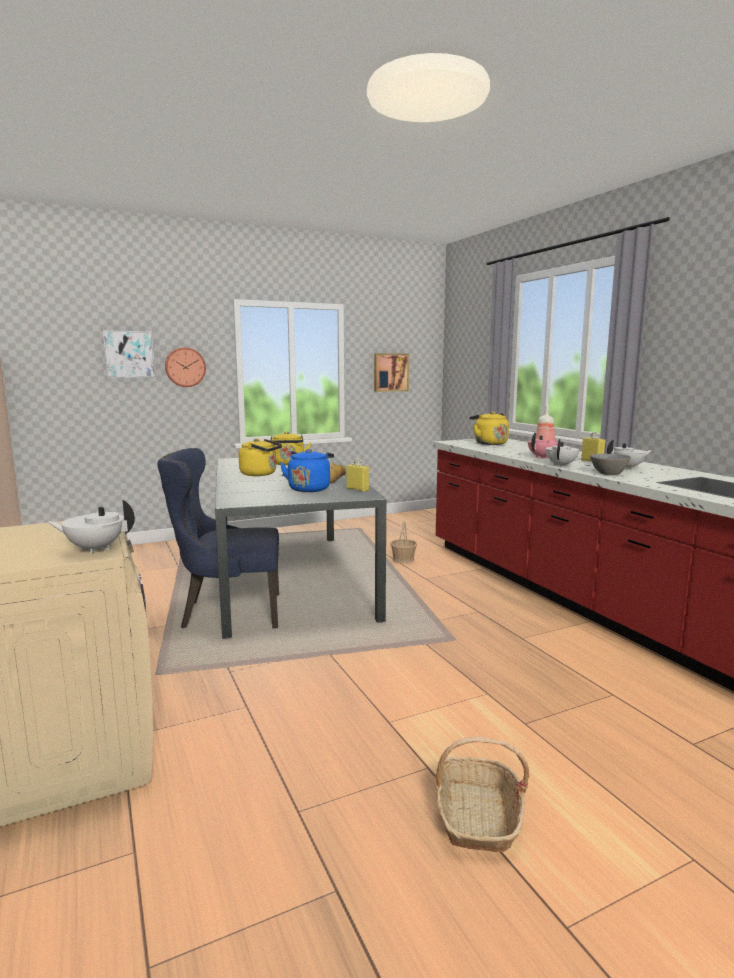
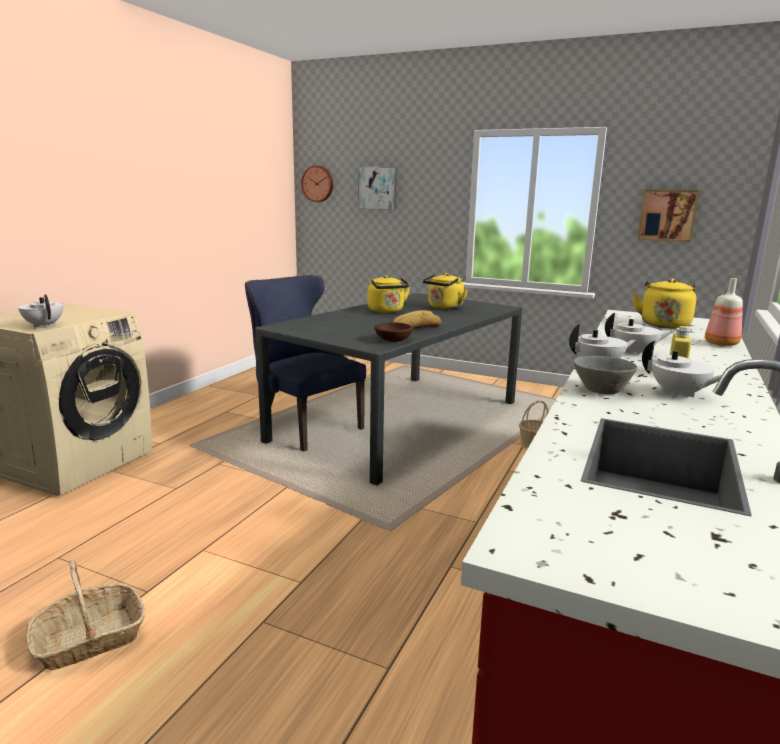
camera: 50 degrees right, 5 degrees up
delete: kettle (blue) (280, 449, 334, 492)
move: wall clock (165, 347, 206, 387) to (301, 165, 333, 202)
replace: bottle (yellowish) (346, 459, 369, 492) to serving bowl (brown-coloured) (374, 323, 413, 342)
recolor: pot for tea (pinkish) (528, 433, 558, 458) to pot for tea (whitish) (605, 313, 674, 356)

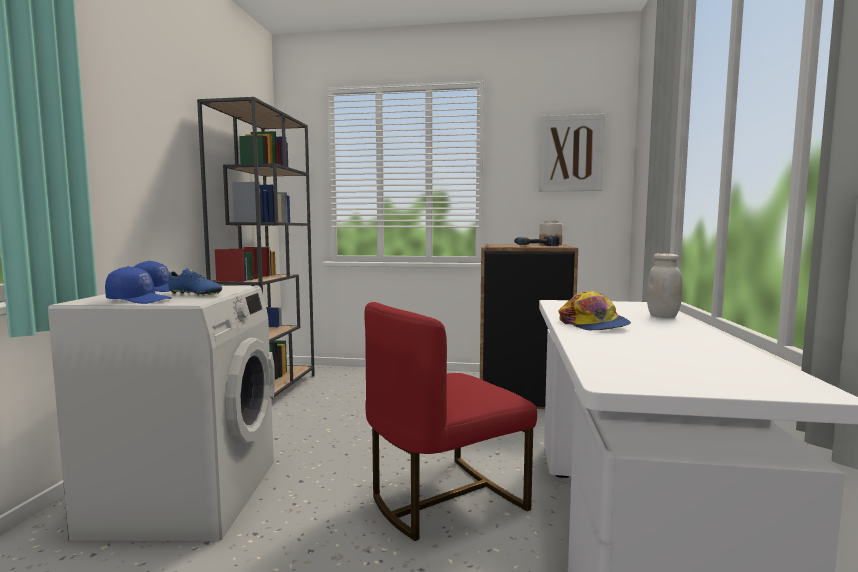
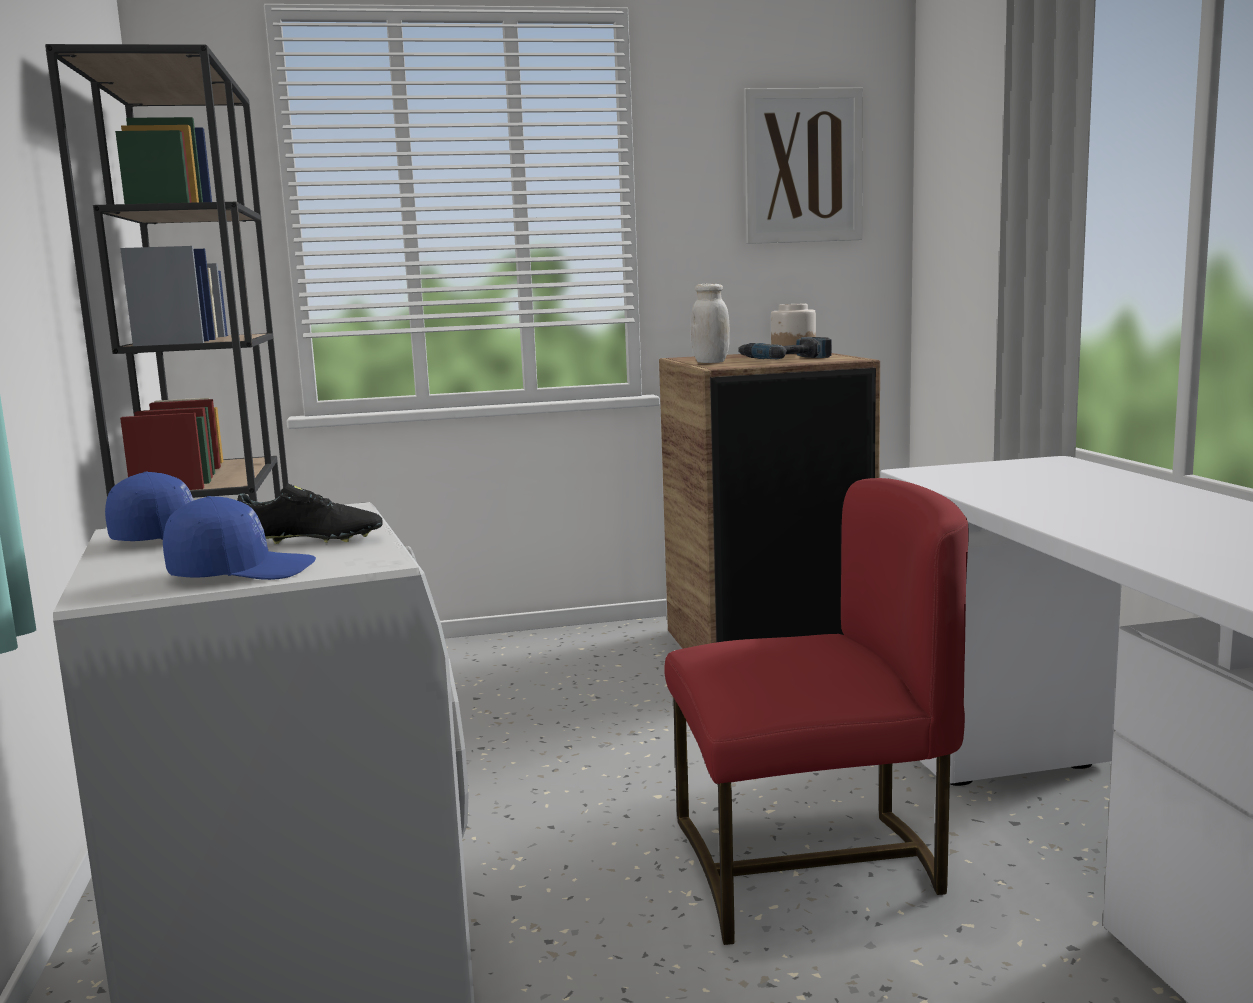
camera: 20 degrees left, 5 degrees up
delete: baseball cap (559, 291, 631, 330)
move: preserve jar (whitish) (647, 253, 682, 318) to (691, 284, 730, 363)
recolor: low shoe (blue) (168, 268, 222, 296) to low shoe (blackish) (237, 484, 383, 544)
rotate: chair (red) (364, 302, 537, 541) = (664, 478, 969, 945) 135 degrees counterclockwise

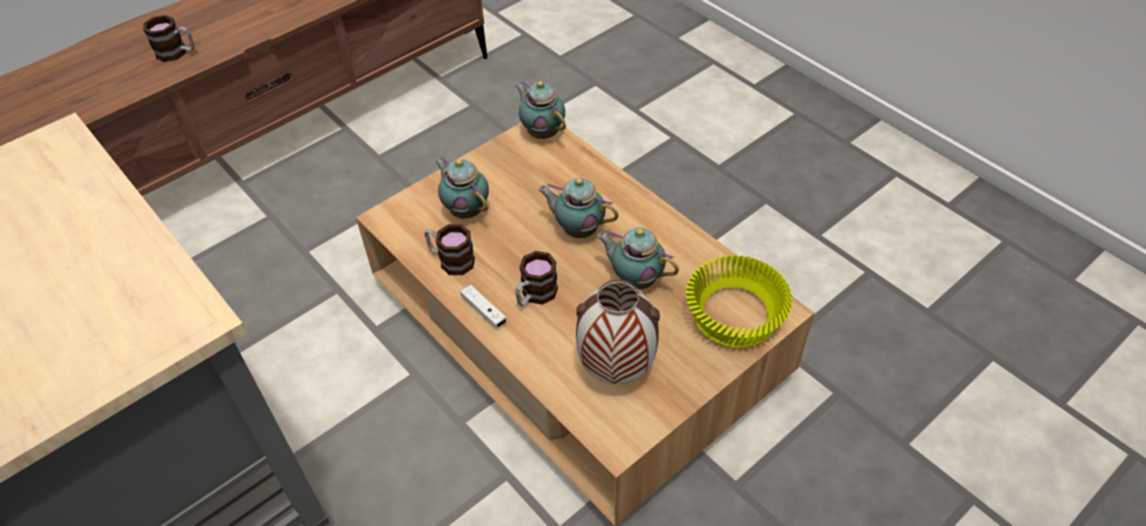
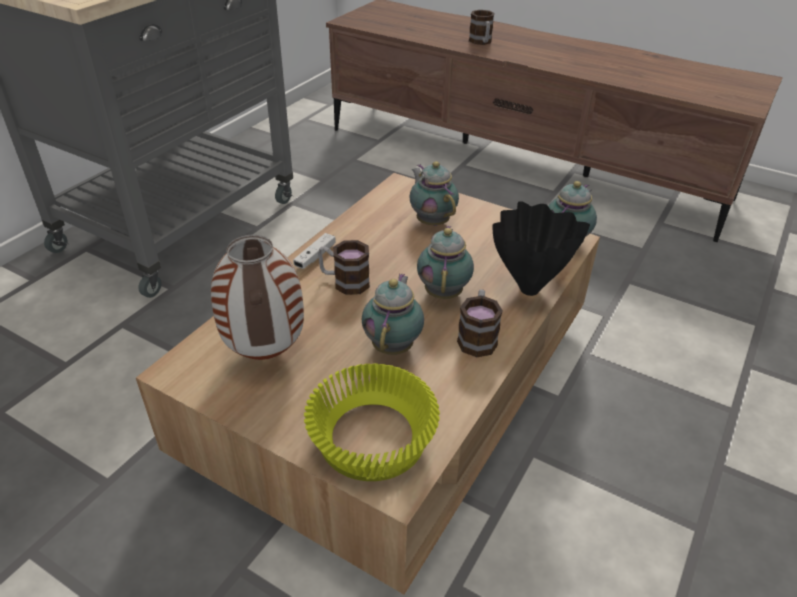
camera: 70 degrees right, 10 degrees down
insert: flower vase (blackish) (493, 201, 590, 296)
move: mug (424, 224, 475, 275) to (457, 289, 503, 357)
rotate: pot for tea (435, 156, 489, 219) = (410, 161, 459, 226) 60 degrees counterclockwise

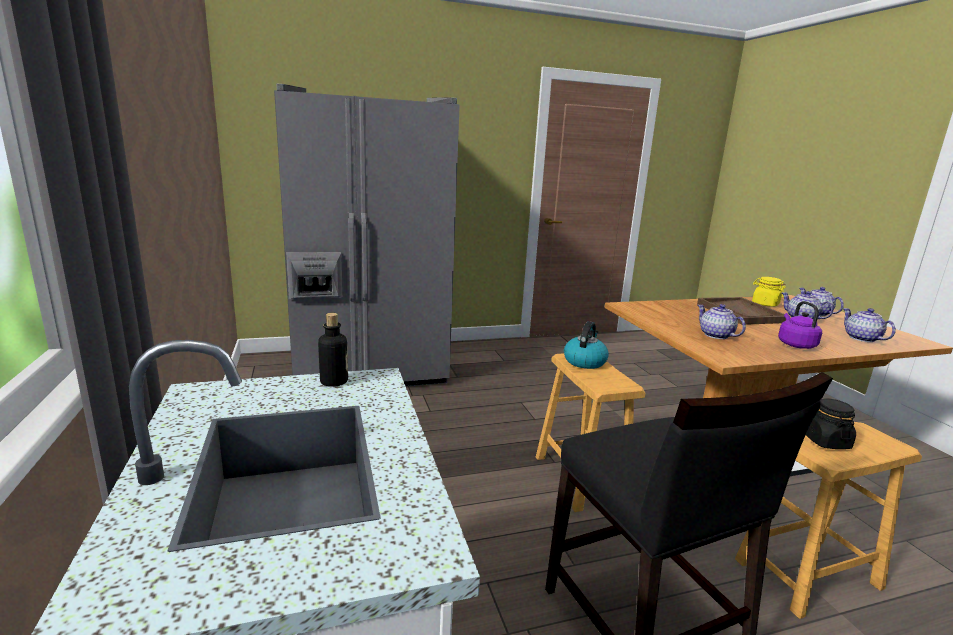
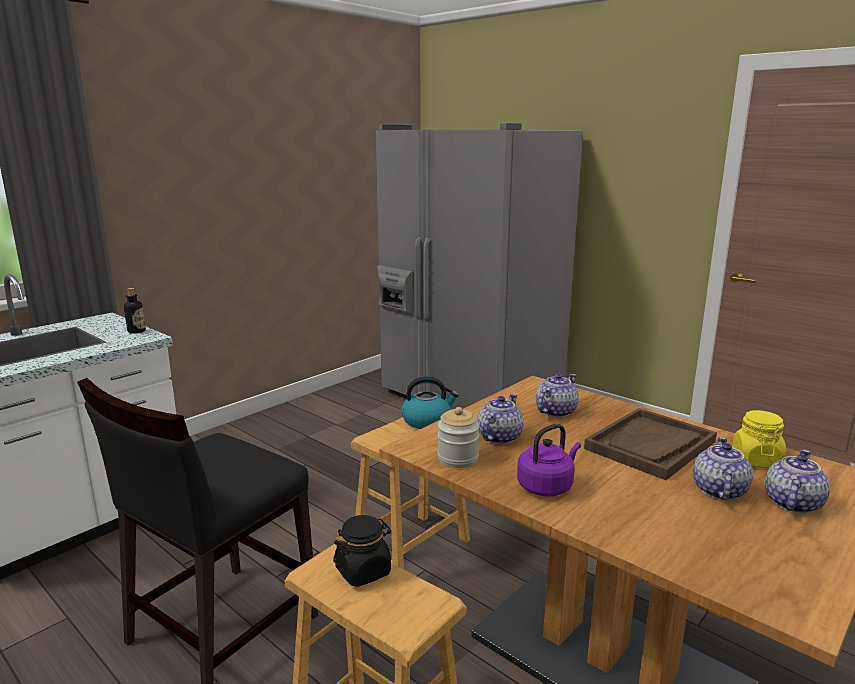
camera: 60 degrees right, 0 degrees up
insert: preserve jar (438, 407, 480, 468)
move: pot for tea (843, 308, 896, 342) to (536, 374, 579, 418)

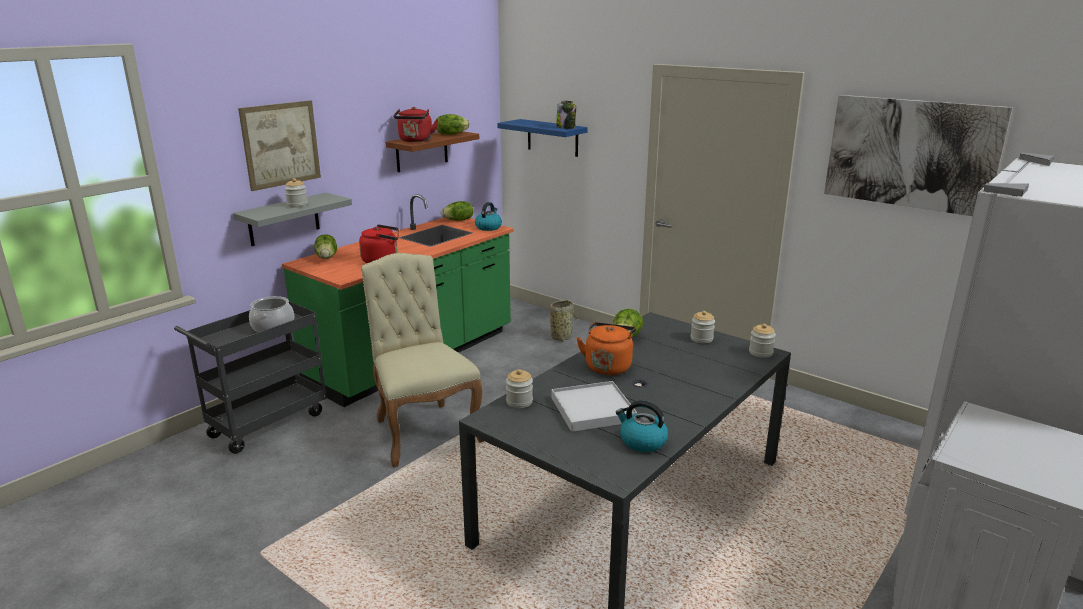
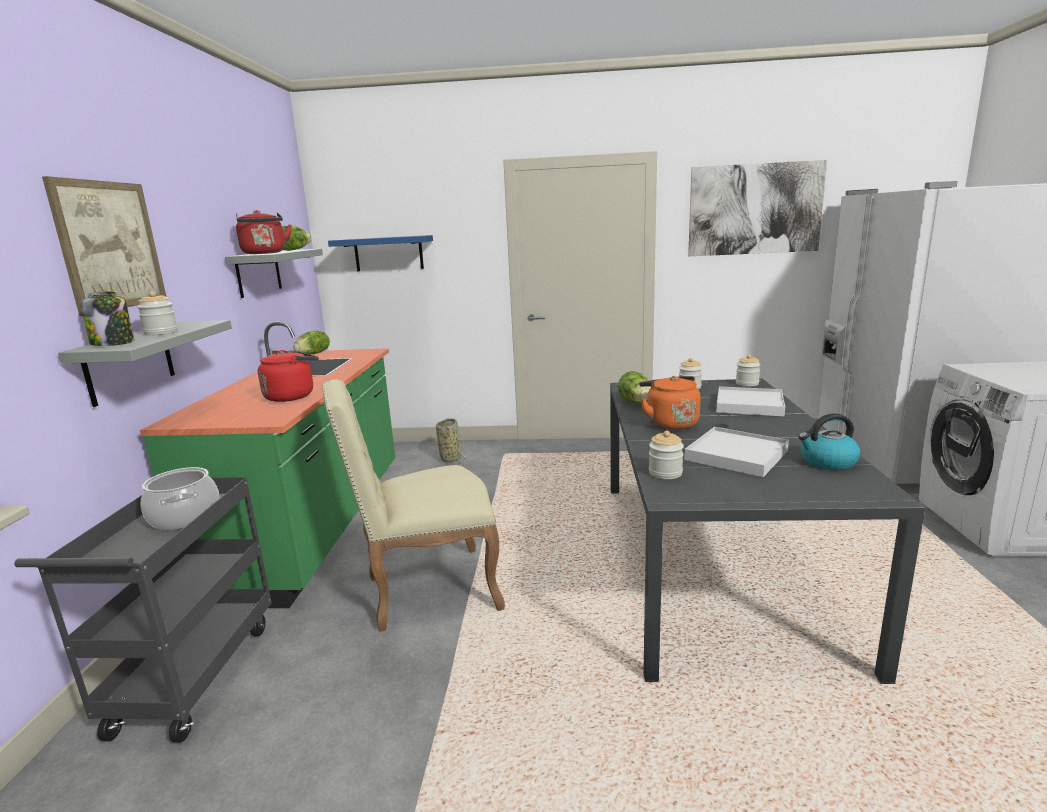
camera: 35 degrees left, 5 degrees down
delete: kettle (475, 202, 502, 231); lettuce (314, 234, 337, 259)
insert: serving tray (whitish) (716, 386, 785, 416)
move: preserve jar (556, 101, 576, 129) to (81, 291, 134, 346)
recolor: shelf (brown-coloured) (386, 131, 479, 172) to shelf (gray) (225, 249, 323, 298)
rotate: chair (sand-coloured) (361, 253, 484, 468) = (322, 379, 505, 632) 45 degrees counterclockwise

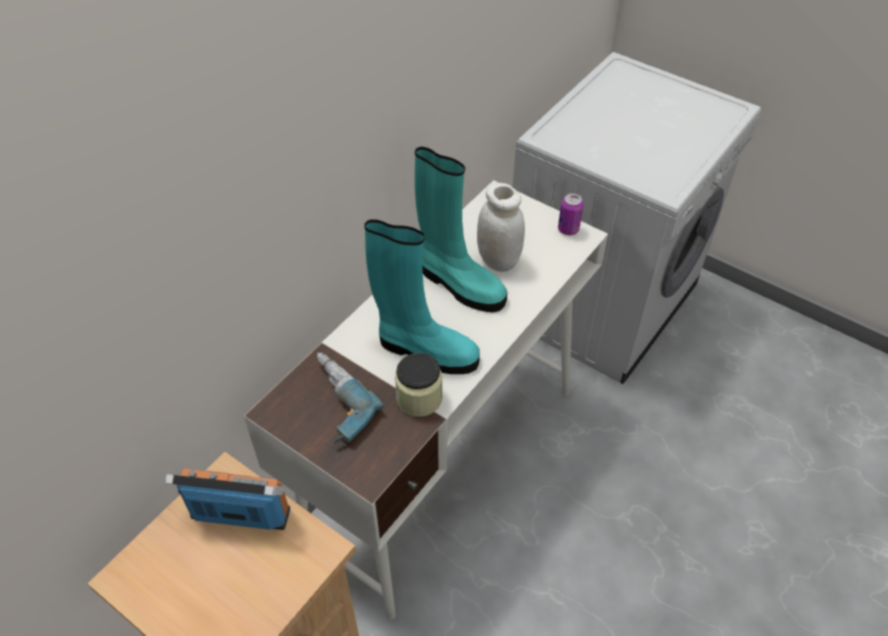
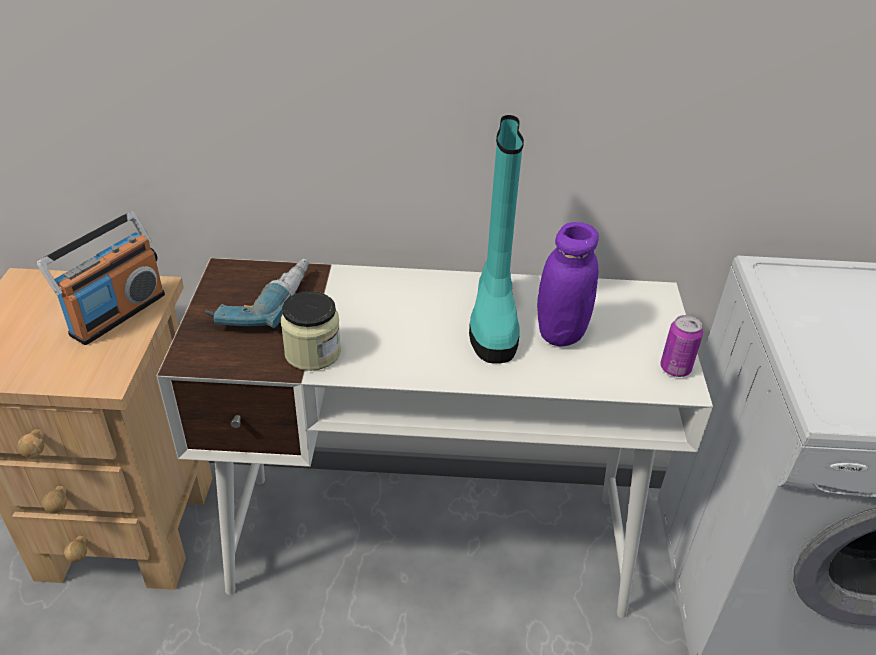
camera: 55 degrees right, 10 degrees down
delete: high-top boot (turquoise-coloured) (364, 219, 480, 374)
recolor: preserve jar (whitish) (477, 183, 525, 272) to preserve jar (purplish) (537, 222, 599, 346)
rotate: radio set (165, 468, 290, 530) = (37, 211, 165, 345) 60 degrees clockwise

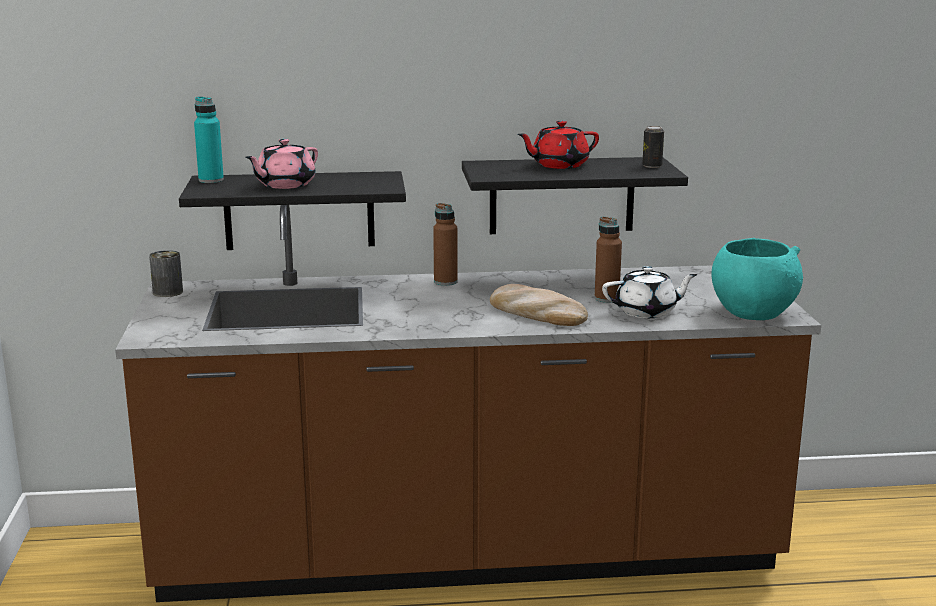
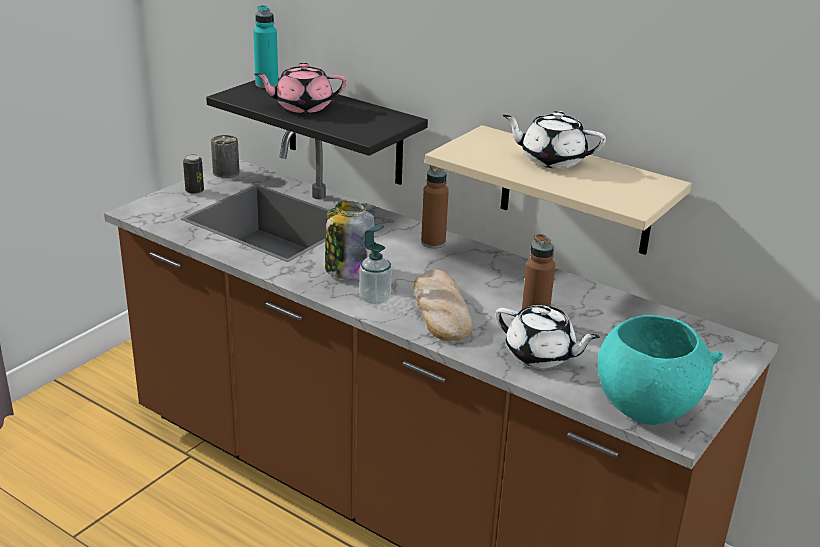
camera: 40 degrees right, 10 degrees up
insert: preserve jar (325, 201, 374, 280); soap bottle (359, 226, 392, 305)
move: sealed can (642, 126, 664, 168) to (183, 154, 204, 194)
recolor: pot for tea (red) (517, 121, 599, 169) to pot for tea (whitish) (503, 111, 606, 169); shelf (blackish) (462, 157, 688, 234) to shelf (sand-coloured) (425, 125, 692, 255)

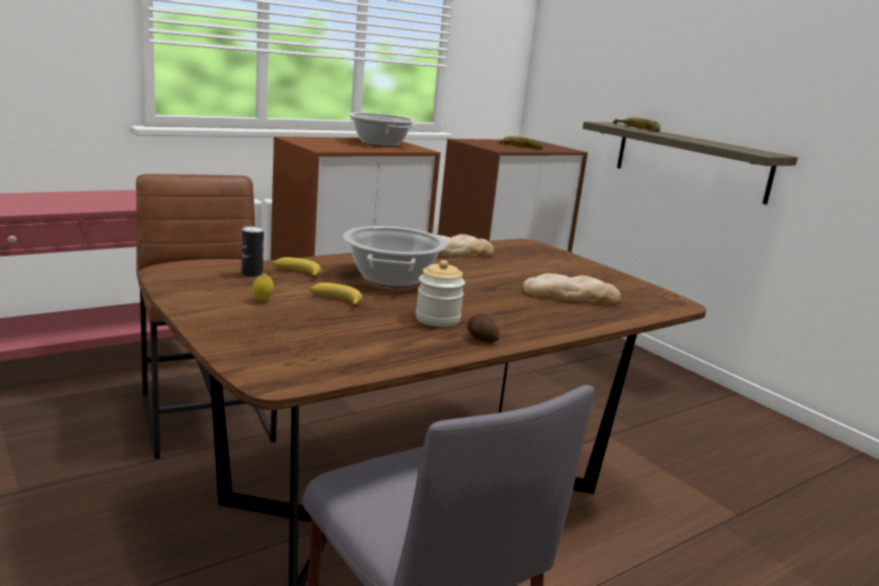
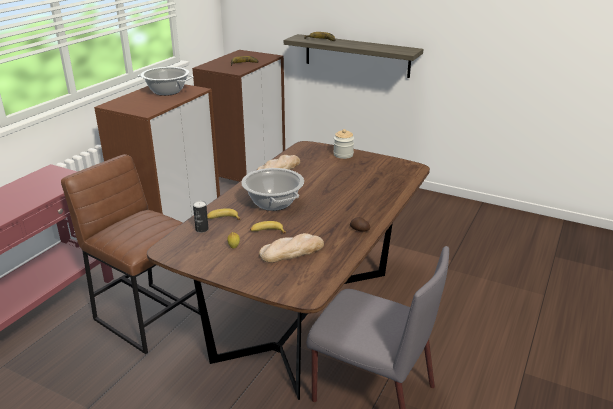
camera: 25 degrees left, 10 degrees up
move: preserve jar (416, 260, 465, 327) to (333, 129, 354, 159); bread (523, 273, 621, 304) to (259, 233, 324, 263)

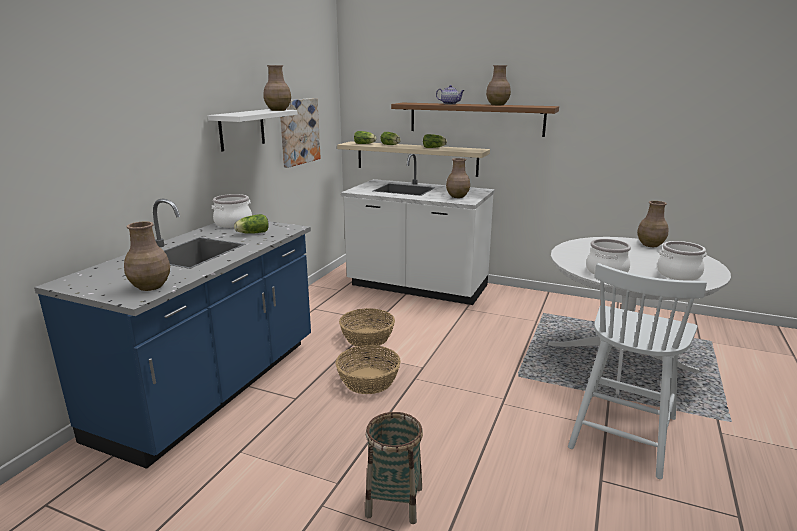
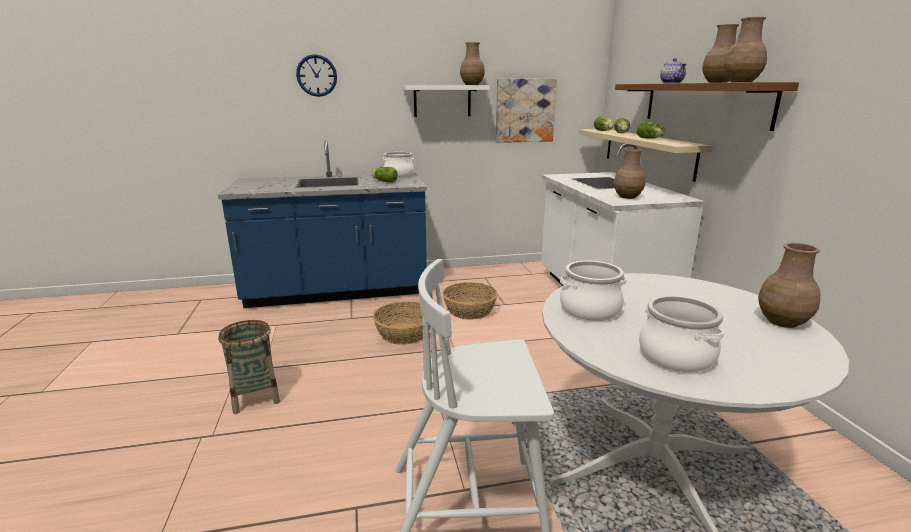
camera: 55 degrees right, 0 degrees up
insert: wall clock (296, 54, 337, 97)
move: flower vase (brown-coloured) (124, 221, 170, 291) to (724, 17, 767, 82)

